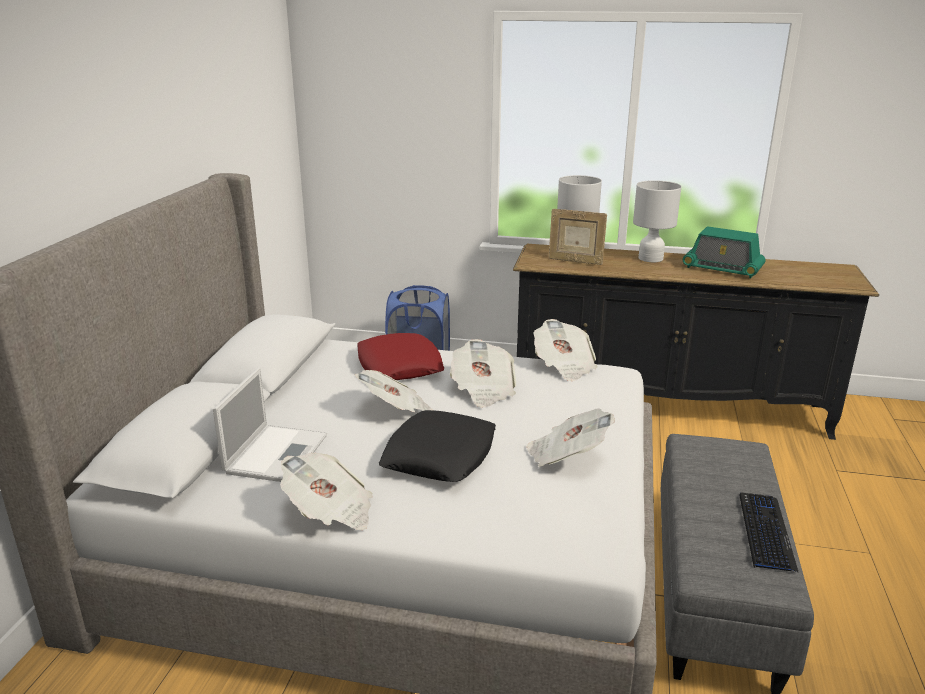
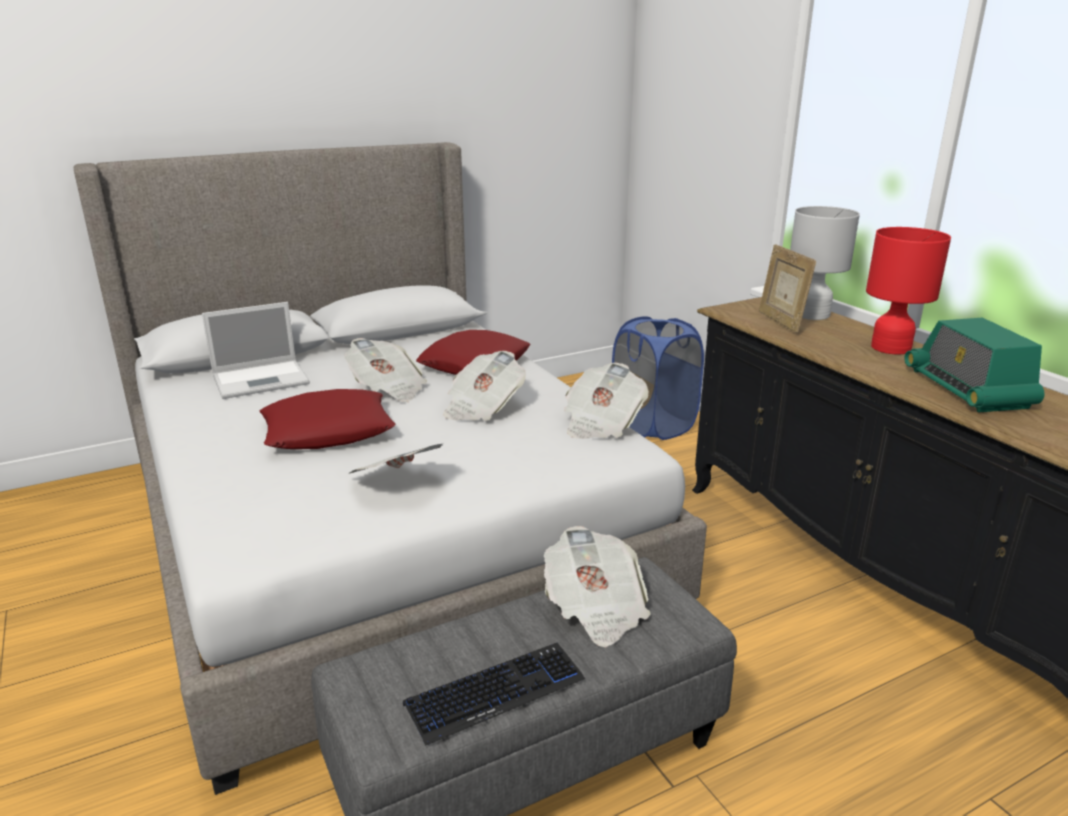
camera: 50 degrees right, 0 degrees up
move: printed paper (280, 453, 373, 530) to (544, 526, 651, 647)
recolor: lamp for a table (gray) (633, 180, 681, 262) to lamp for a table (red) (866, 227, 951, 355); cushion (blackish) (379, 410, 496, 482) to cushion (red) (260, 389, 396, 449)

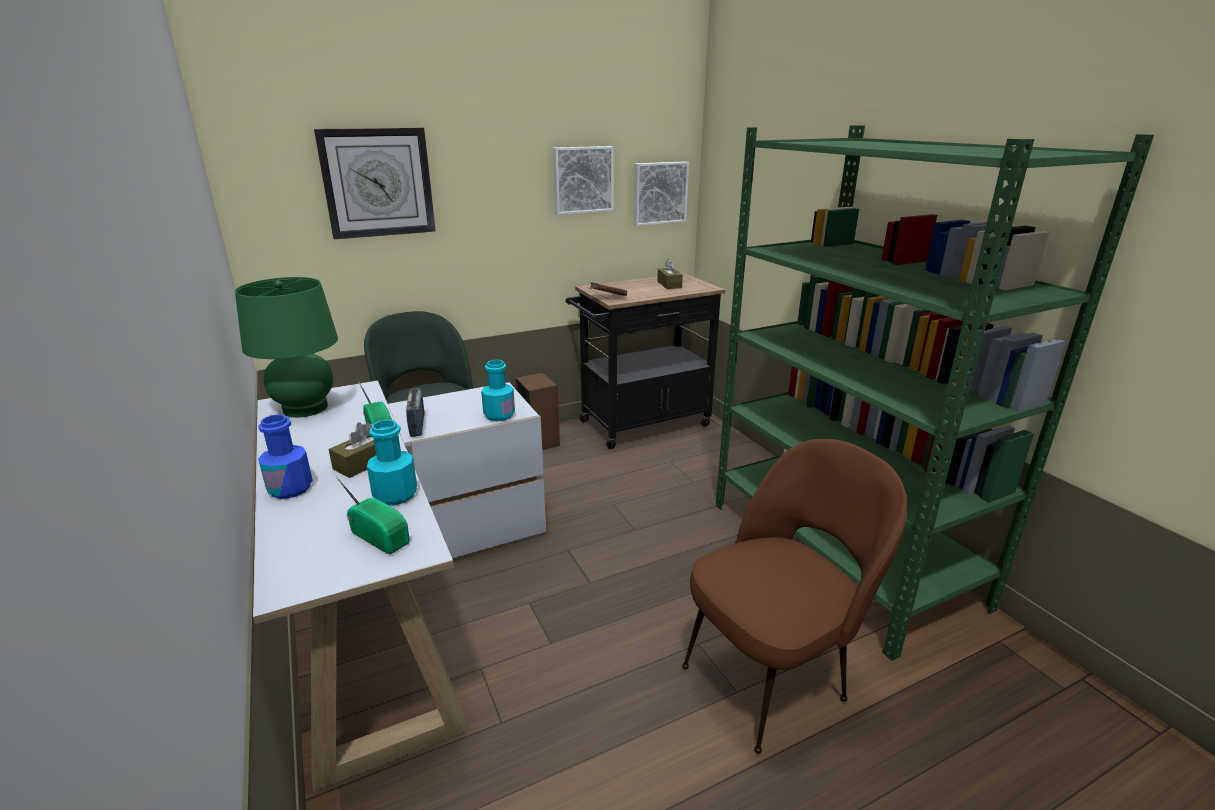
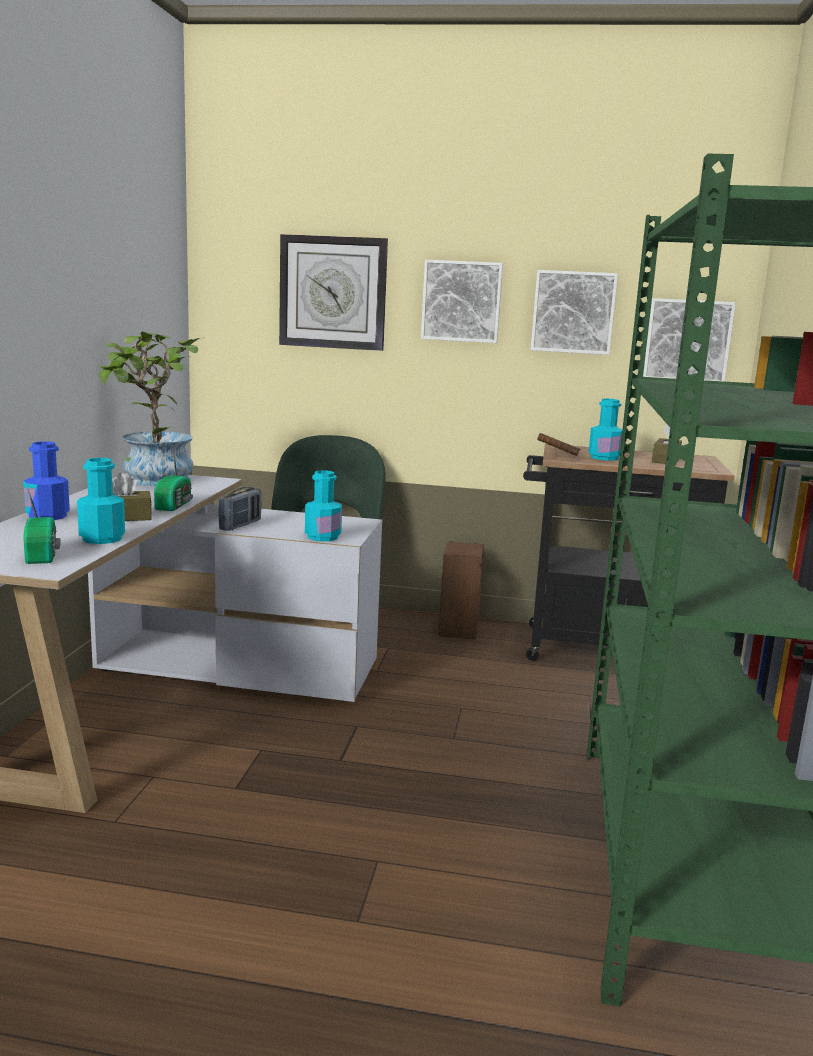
camera: 35 degrees right, 10 degrees down
delete: chair (brown-coloured) (682, 439, 907, 754)
insert: picture (421, 260, 503, 343); bottle (turquoise-coloured) (588, 399, 622, 461)
replace: lamp for a table (green) (235, 277, 338, 417) to houseplant (99, 332, 200, 486)

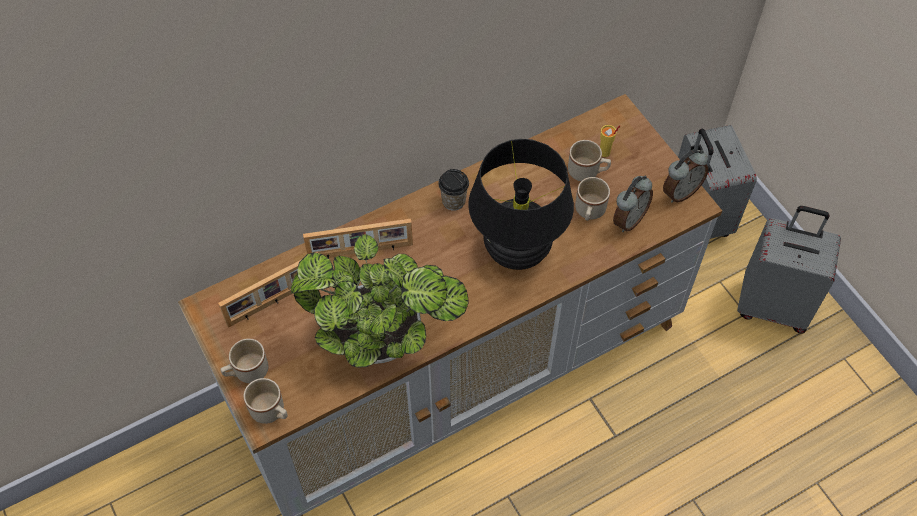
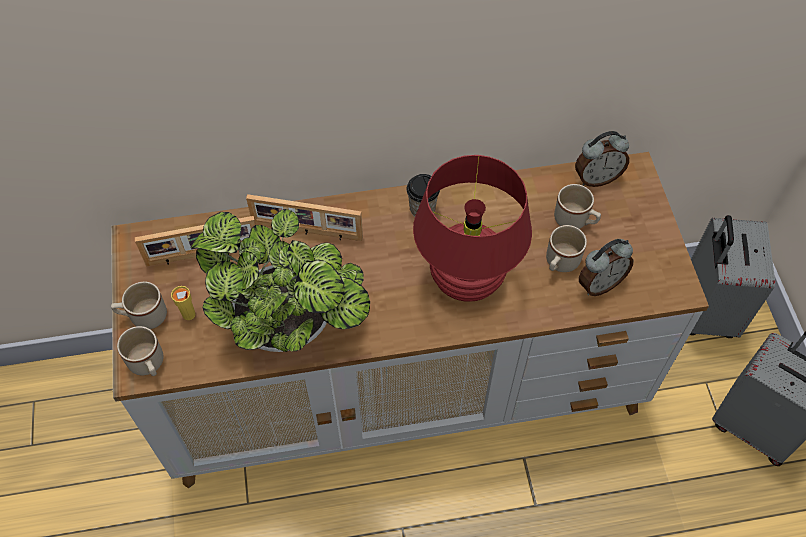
camera: 20 degrees right, 0 degrees up
move: small cup (yellowish) (600, 125, 620, 157) to (171, 286, 196, 320); table clock (663, 149, 708, 203) to (575, 131, 629, 187)
recolor: lamp for a table (blackish) (468, 139, 574, 270) to lamp for a table (red) (413, 155, 532, 302)

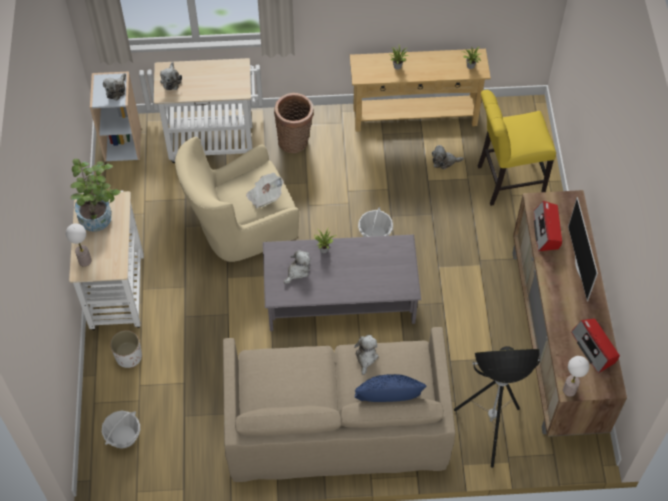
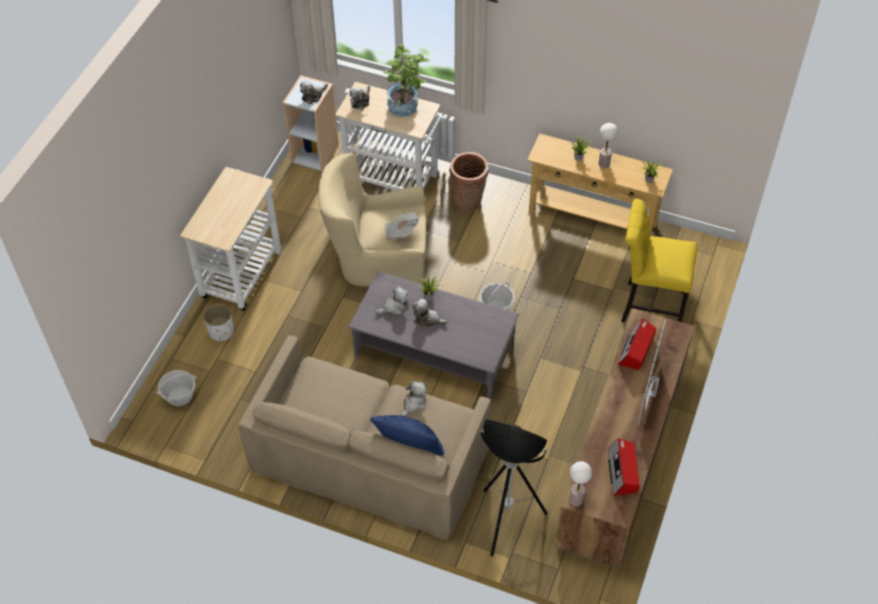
camera: 25 degrees right, 5 degrees down
move: plush toy (432, 145, 464, 169) to (413, 299, 447, 327); houseplant (70, 159, 120, 231) to (383, 44, 430, 117); lamp for a table (66, 223, 92, 267) to (599, 123, 618, 168)

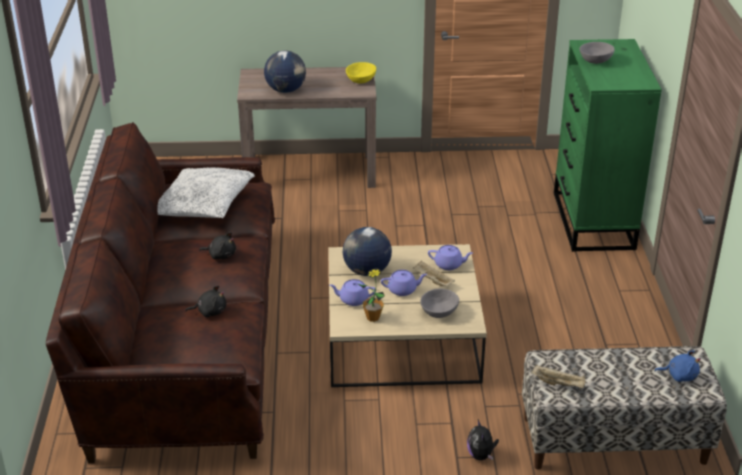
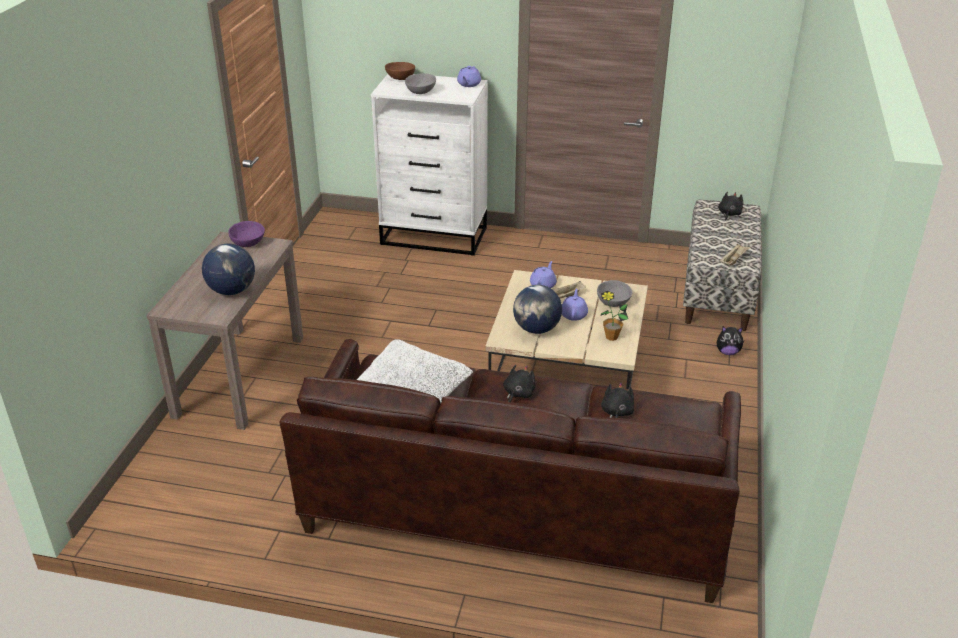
camera: 75 degrees left, 0 degrees up
insert: serving bowl (brown-coloured) (385, 62, 415, 80)
move: pot for tea (purplish) (329, 279, 375, 306) to (457, 66, 481, 87)
recolor: drawer chest (green) (554, 39, 662, 252) to drawer chest (whitish) (371, 74, 488, 256); serving bowl (yellowish) (346, 62, 376, 84) to serving bowl (purplish) (228, 221, 265, 247); plush toy (blue) (654, 350, 701, 382) to plush toy (blackish) (718, 192, 743, 221)

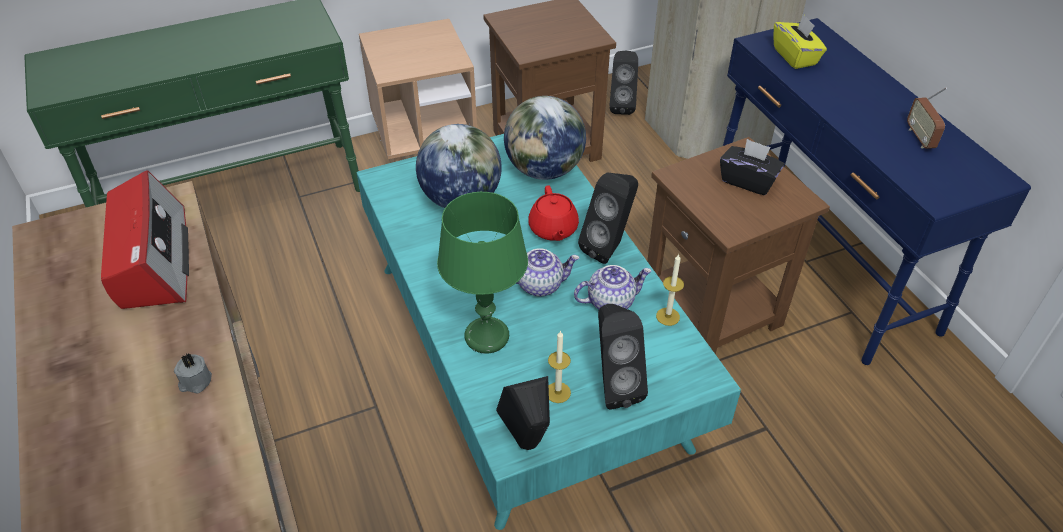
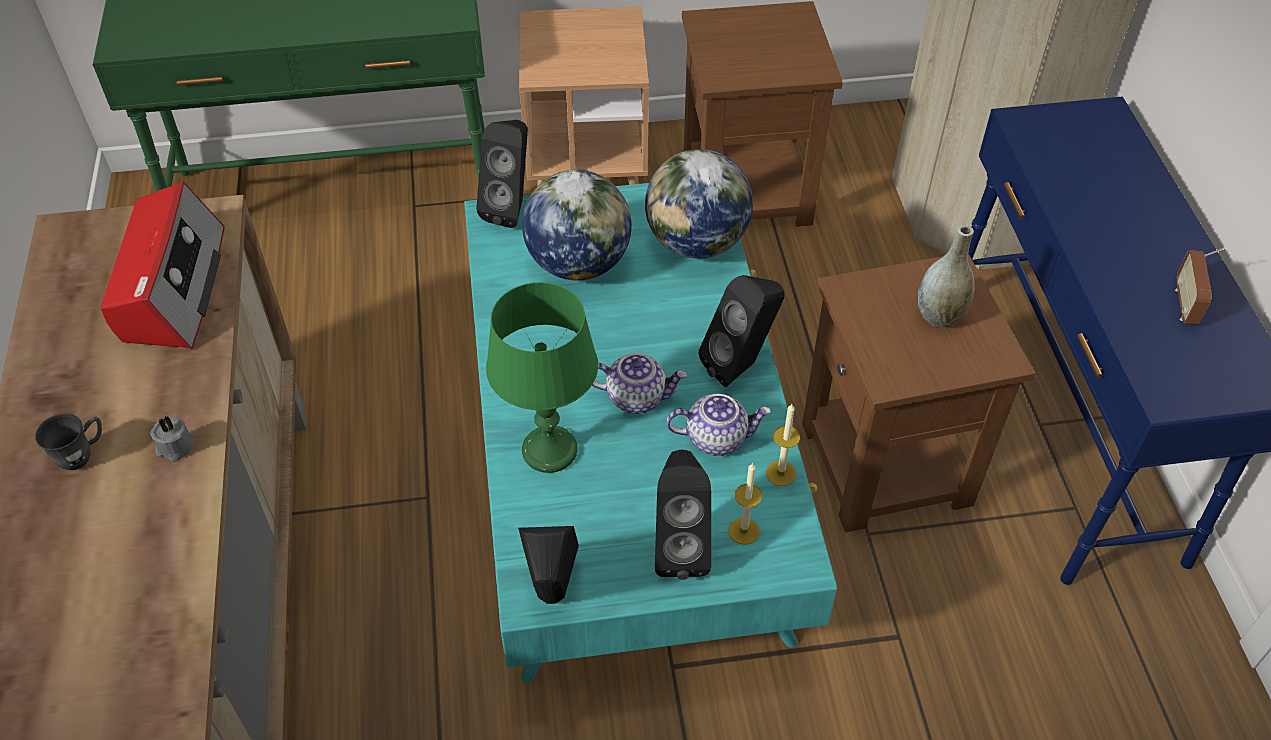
camera: 15 degrees right, 5 degrees up
delete: tissue box (yellowish) (773, 15, 827, 69); pot for tea (red) (528, 186, 579, 241)
insert: mug (gray) (35, 414, 102, 470)
move: loudspeaker (blackish) (609, 51, 638, 115) to (477, 120, 528, 228); wax candle (548, 330, 571, 403) to (728, 463, 762, 545)
replace: tissue box (blackish) (720, 139, 785, 195) to flower vase (gray) (917, 225, 975, 327)

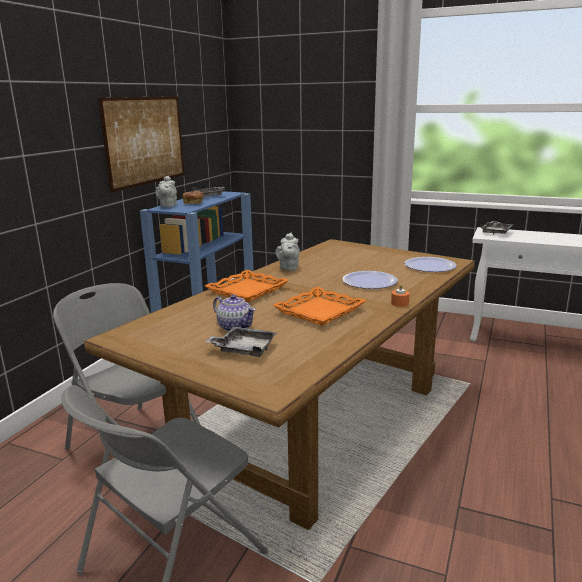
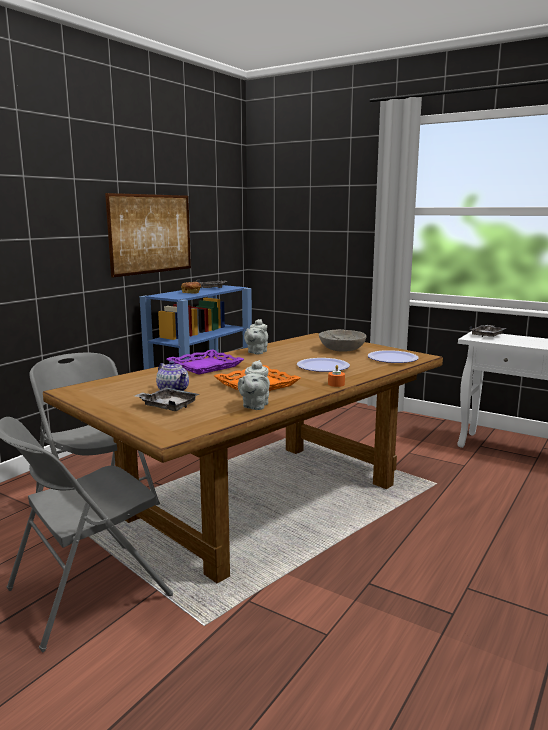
camera: 10 degrees right, 5 degrees down
insert: serving bowl (gray) (319, 329, 366, 352)
move: pot for tea (gray) (156, 176, 177, 207) to (238, 360, 270, 410)
recolor: serving tray (orange) (205, 270, 289, 302) to serving tray (purplish) (167, 349, 244, 375)

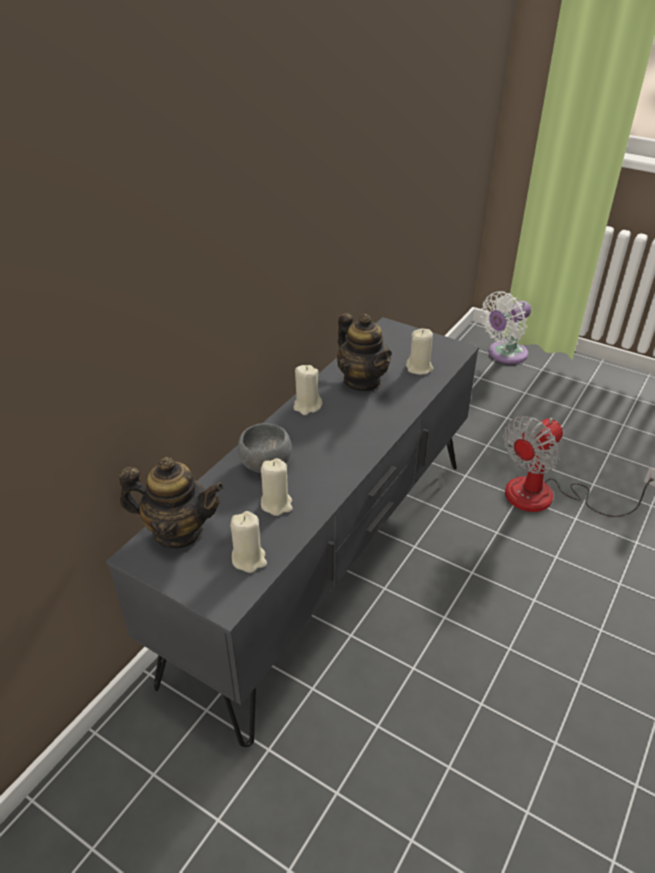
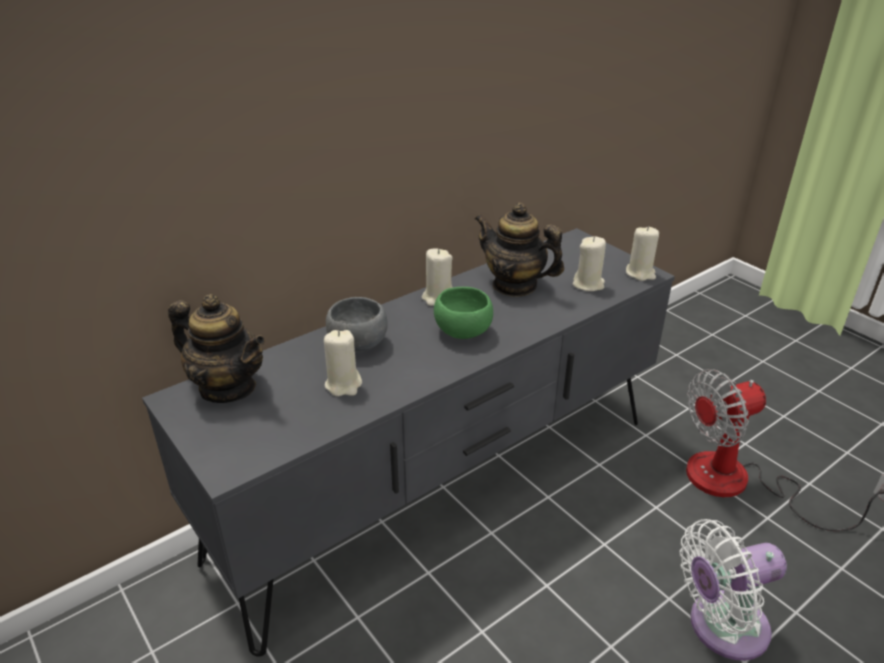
camera: 20 degrees right, 5 degrees down
insert: serving bowl (green) (434, 287, 493, 339)
move: cooling fan (whitish) (481, 291, 531, 364) to (680, 519, 787, 661); wax candle (sand-coloured) (230, 511, 267, 573) to (626, 226, 659, 281)
rotate: pot for tea (337, 313, 392, 391) = (475, 203, 564, 297) 135 degrees clockwise

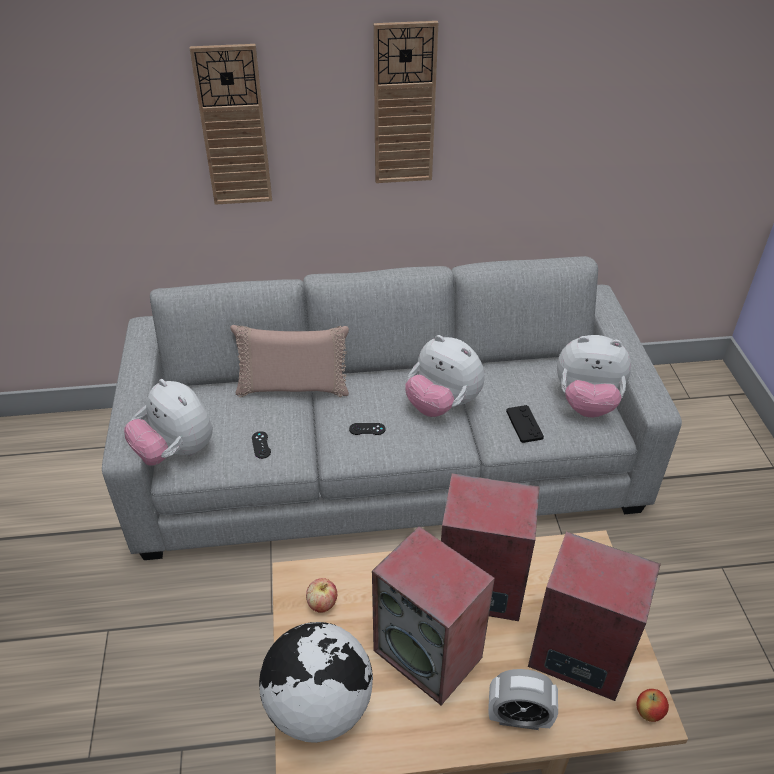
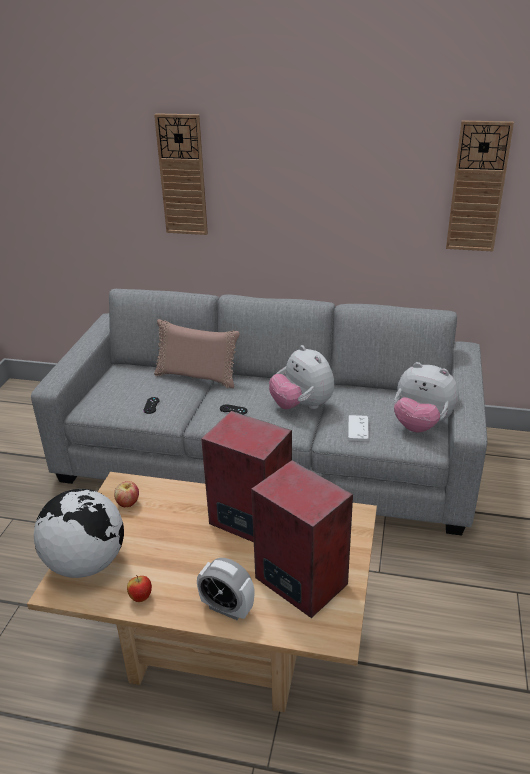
camera: 20 degrees right, 10 degrees down
delete: plush toy (124, 379, 213, 466); loudspeaker (372, 526, 495, 705)
move: wall clock (374, 21, 438, 183) to (446, 120, 514, 251); whole apple (637, 689, 669, 722) to (127, 575, 152, 602)
recolor: gamepad (blackish) (506, 405, 544, 443) to gamepad (whitish) (348, 415, 369, 441)

